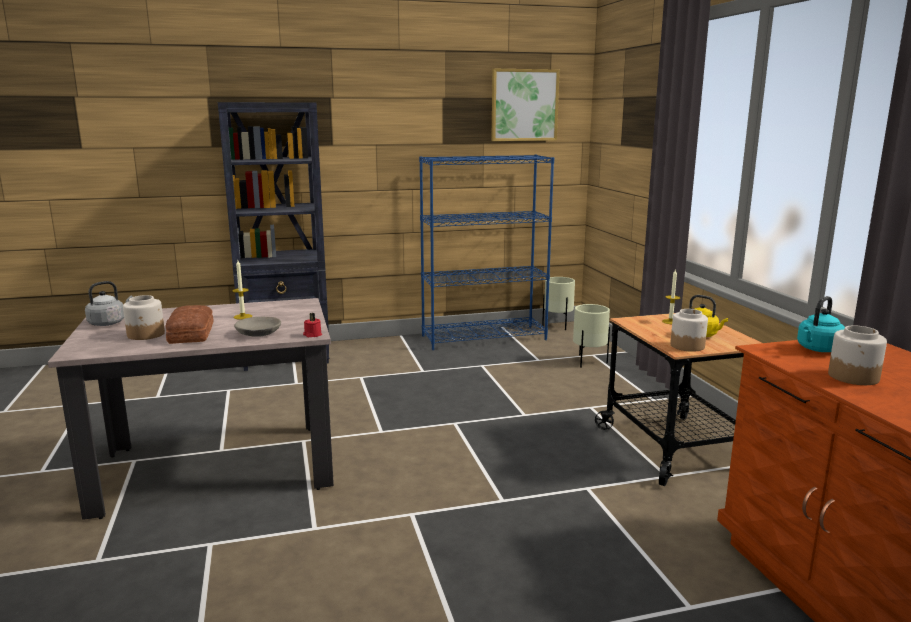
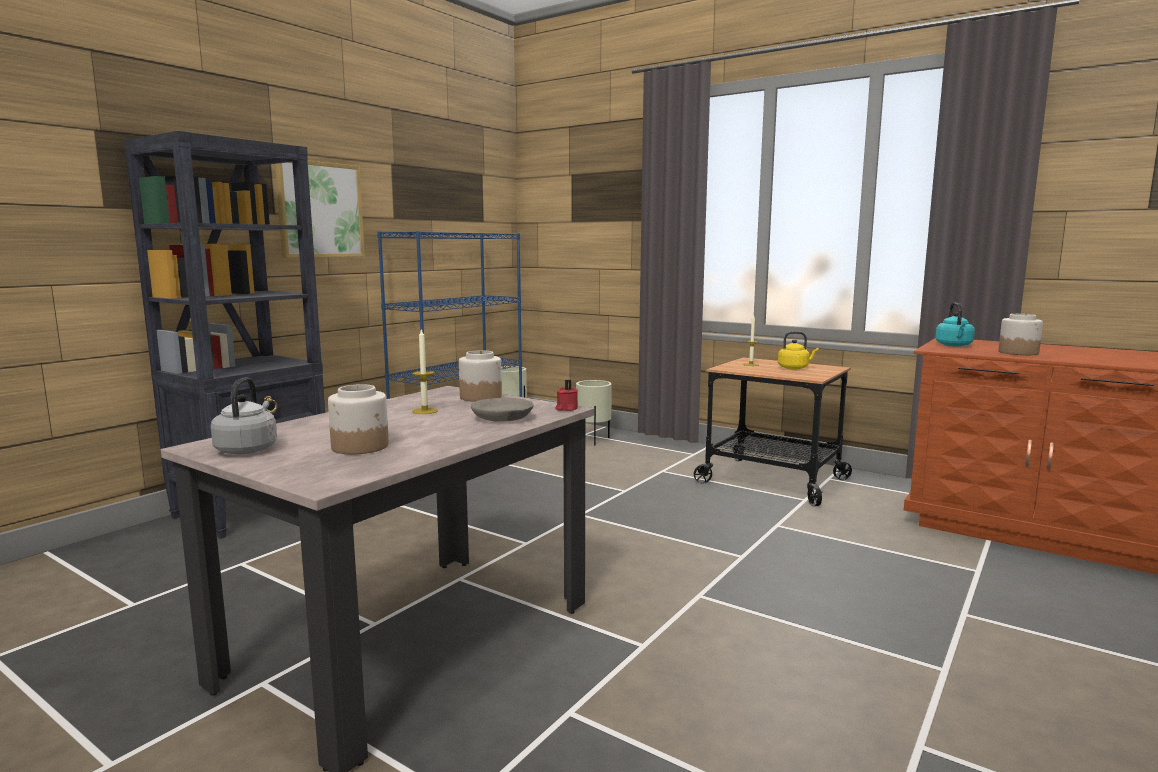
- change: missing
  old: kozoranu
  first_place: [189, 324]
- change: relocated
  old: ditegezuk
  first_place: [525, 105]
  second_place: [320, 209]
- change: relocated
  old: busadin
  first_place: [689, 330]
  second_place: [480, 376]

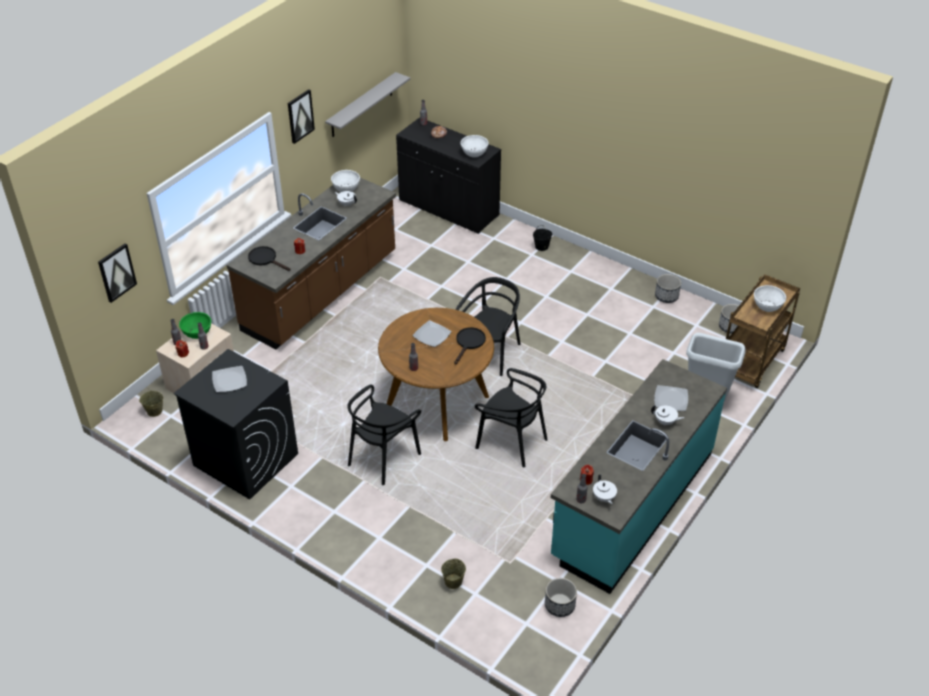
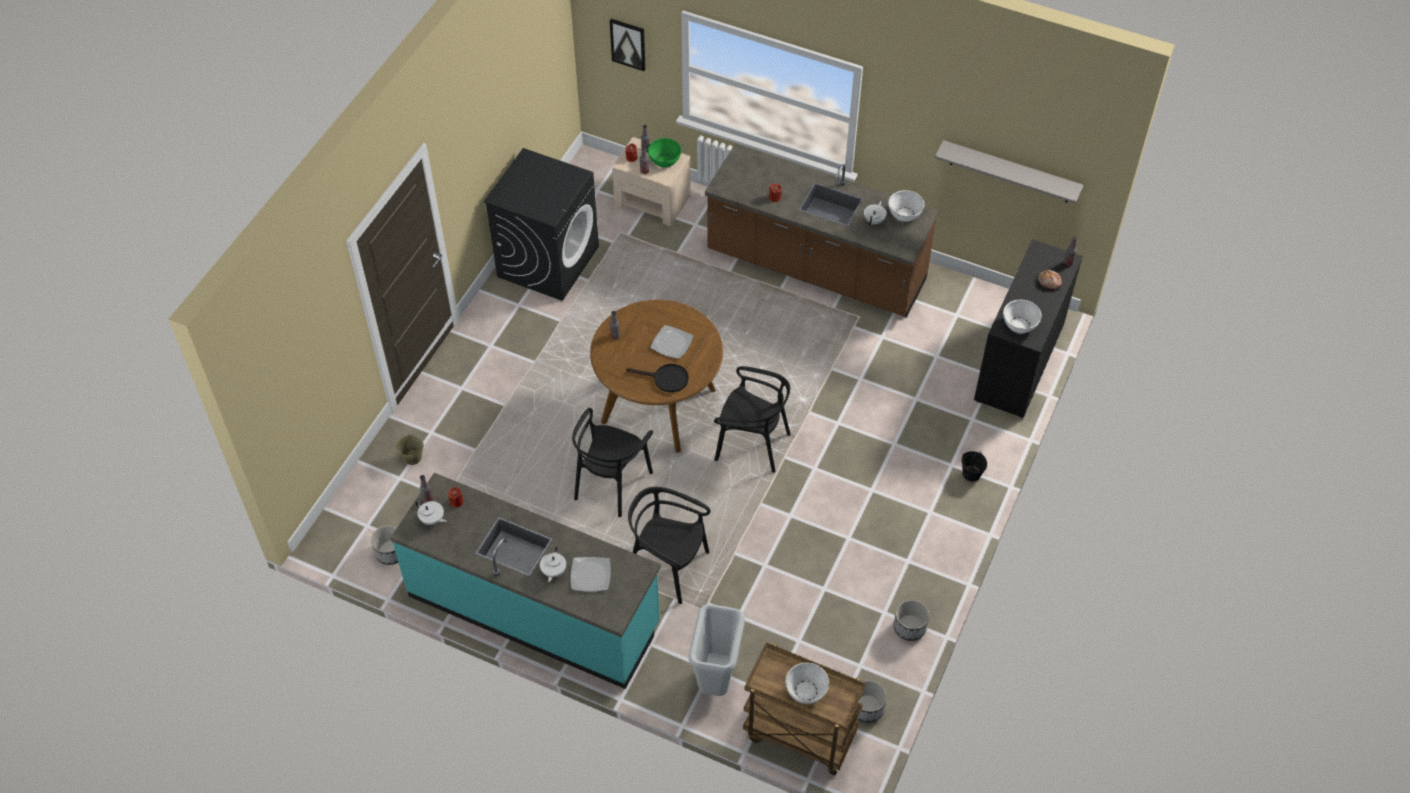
- change: missing
  old: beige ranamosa
  first_place: [151, 402]
- change: missing
  old: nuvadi
  first_place: [229, 379]
- change: missing
  old: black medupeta
  first_place: [269, 258]
- change: missing
  old: ditegezuk
  first_place: [301, 116]
- change: relocated
  old: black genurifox
  first_place: [384, 435]
  second_place: [669, 545]
- change: spun
  old: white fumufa
  first_place: [605, 489]
  second_place: [431, 512]
  degrees: -120

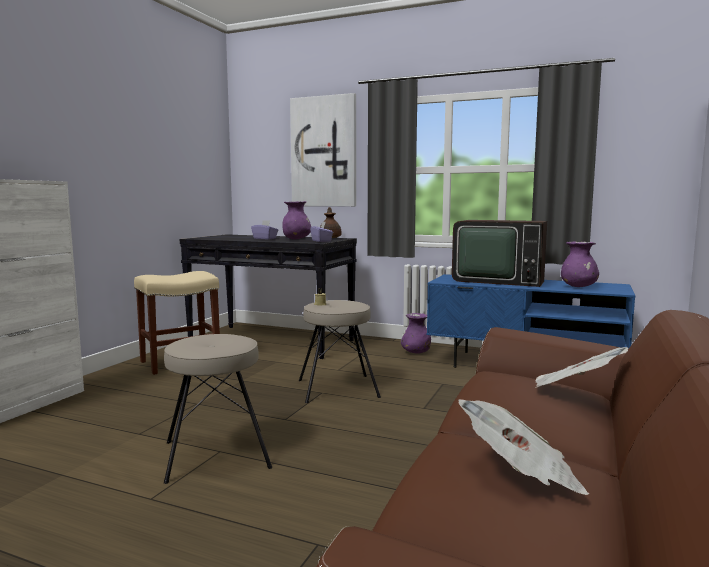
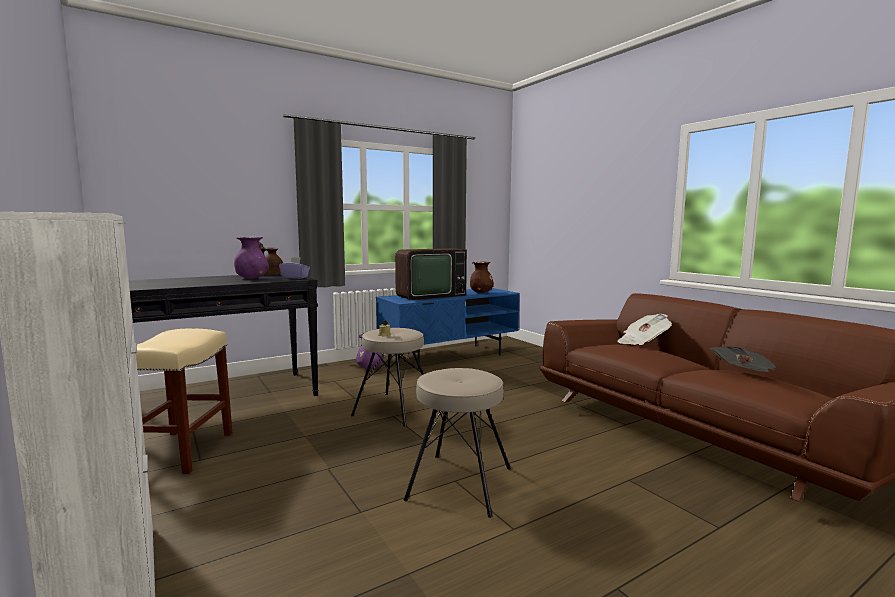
- change: missing
  old: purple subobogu
  first_place: [264, 230]
- change: missing
  old: ditegezuk
  first_place: [323, 149]
- change: colour
  old: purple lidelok
  new: brown lidelok
  first_place: [580, 264]
  second_place: [482, 277]

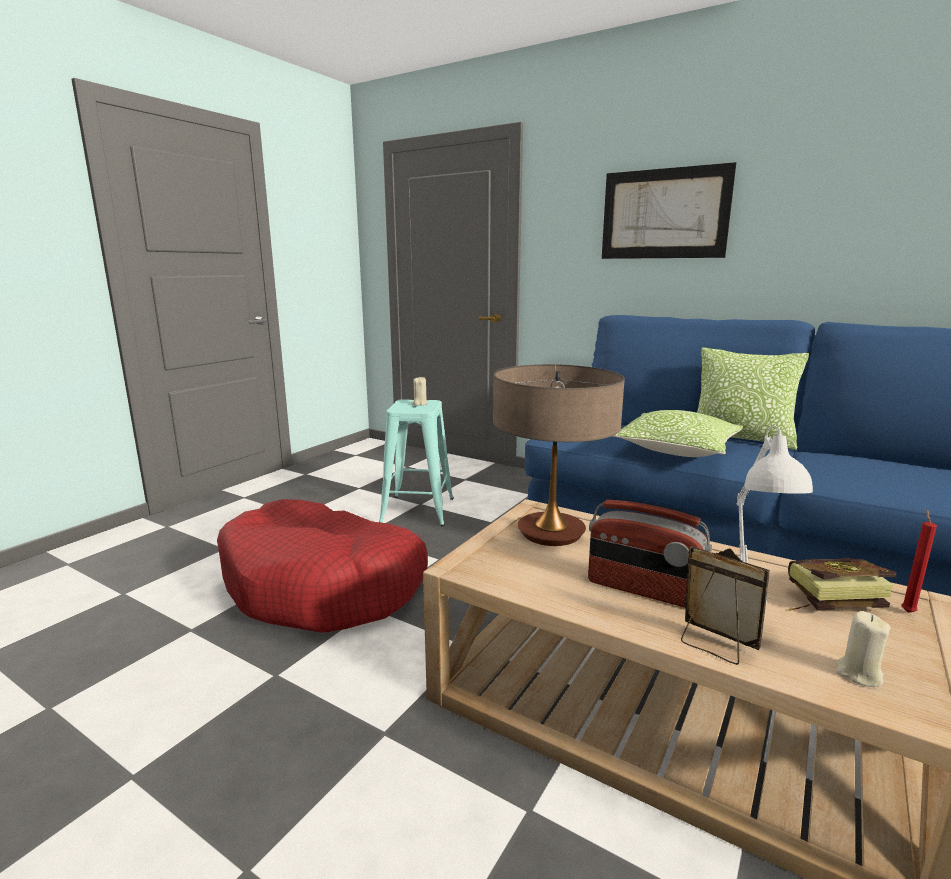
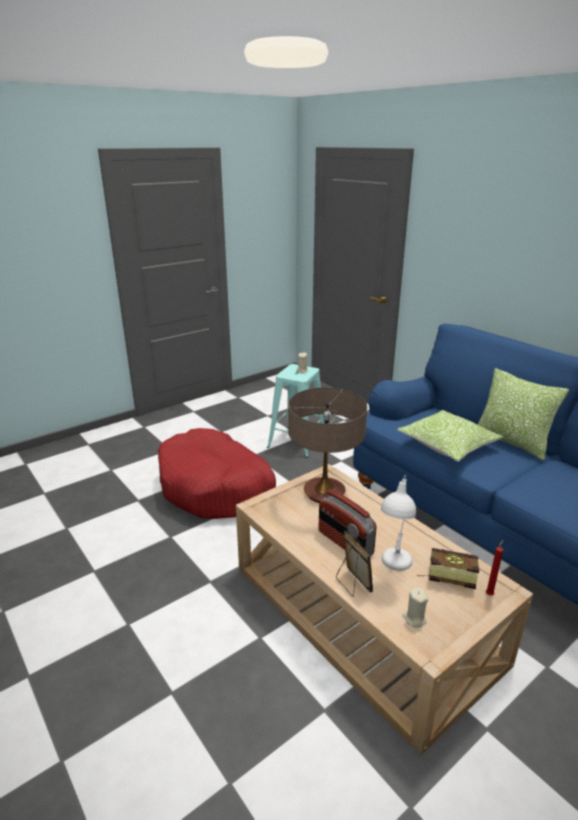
- change: missing
  old: ditegezuk
  first_place: [669, 210]

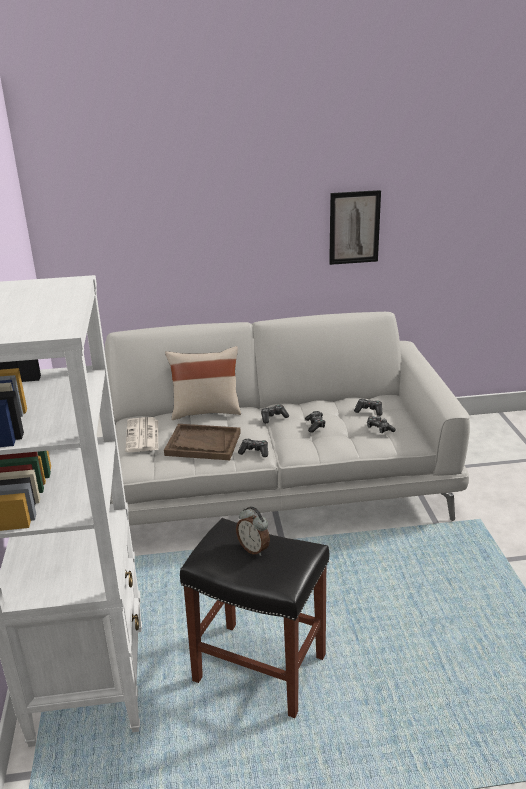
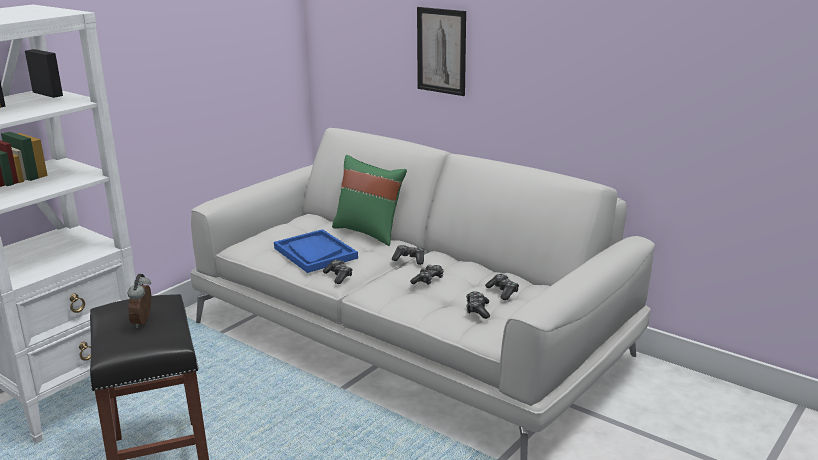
- change: missing
  old: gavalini
  first_place: [141, 434]
- change: relocated
  old: ditegezuk
  first_place: [355, 227]
  second_place: [441, 51]
- change: colour
  old: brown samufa
  new: blue samufa
  first_place: [202, 442]
  second_place: [316, 251]
- change: colour
  old: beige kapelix
  new: green kapelix
  first_place: [203, 383]
  second_place: [369, 200]

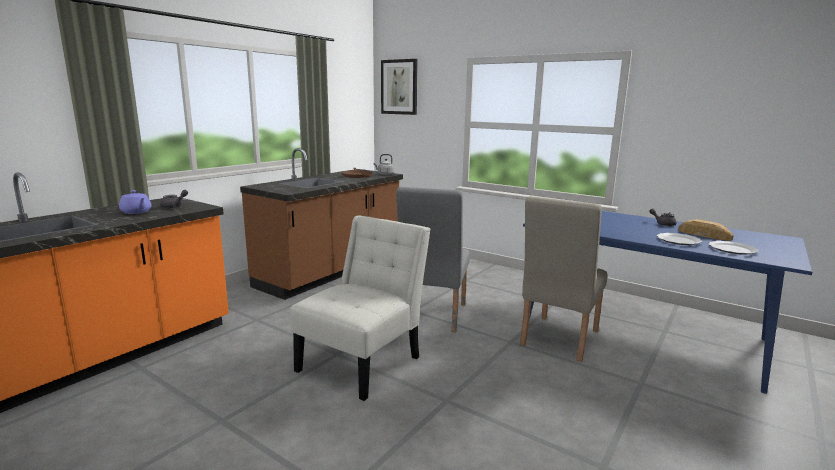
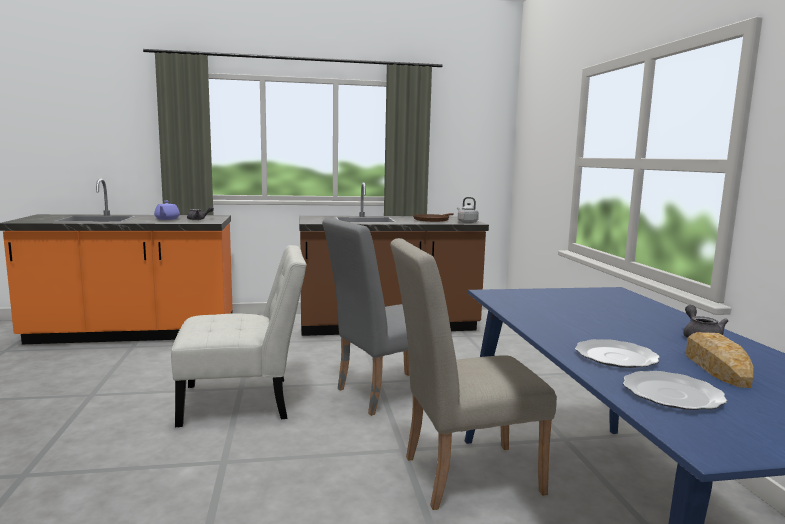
- change: missing
  old: ditegezuk
  first_place: [399, 87]

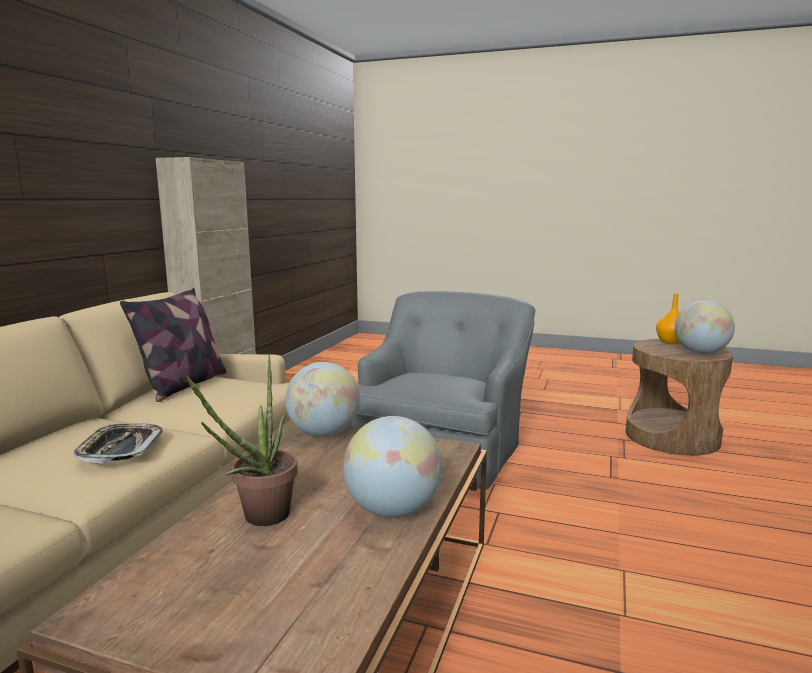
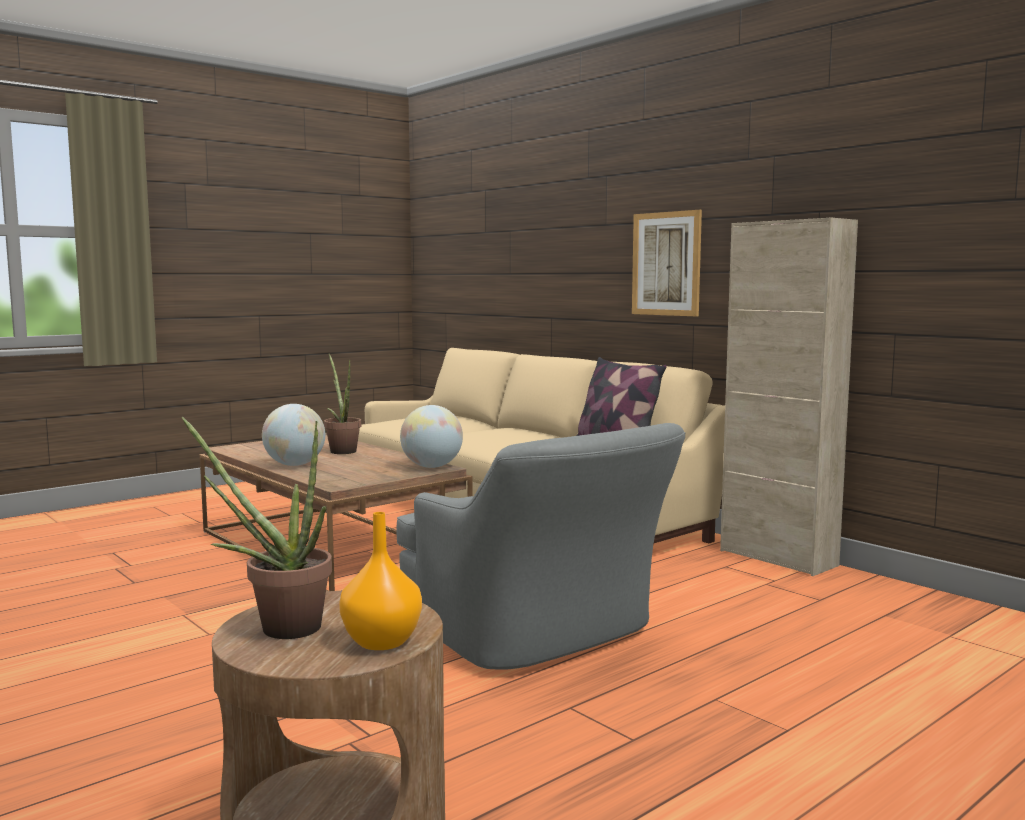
- change: missing
  old: samufa
  first_place: [118, 443]
- change: appeared
  new: ditegezuk
  second_place: [667, 263]
- change: exchanged
  old: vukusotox
  new: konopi
  first_place: [705, 327]
  second_place: [257, 528]

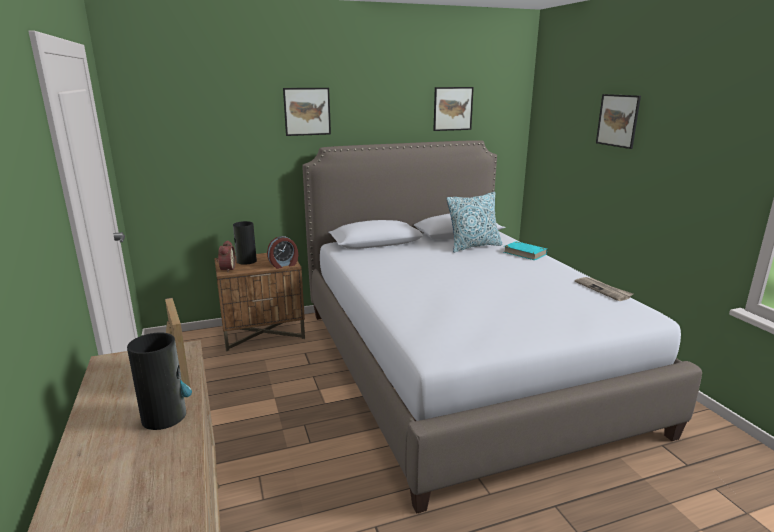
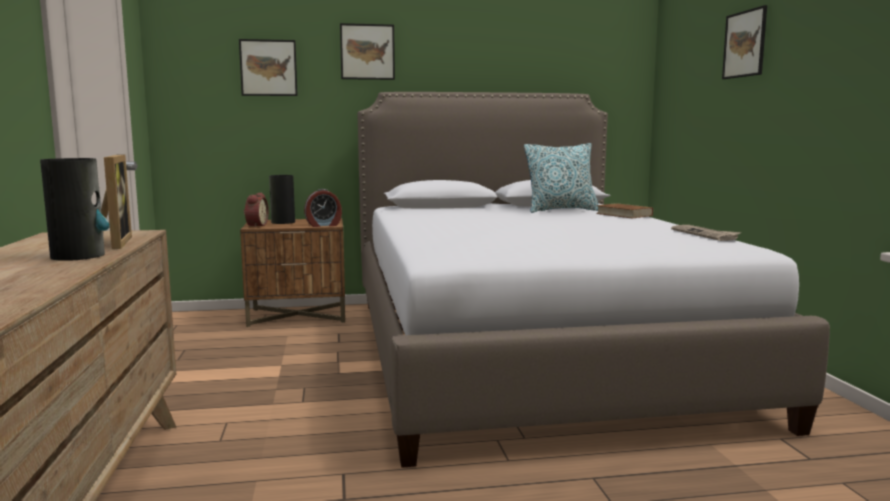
- change: relocated
  old: ditegezuk
  first_place: [453, 109]
  second_place: [268, 67]
- change: colour
  old: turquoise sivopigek
  new: brown sivopigek
  first_place: [525, 250]
  second_place: [624, 210]

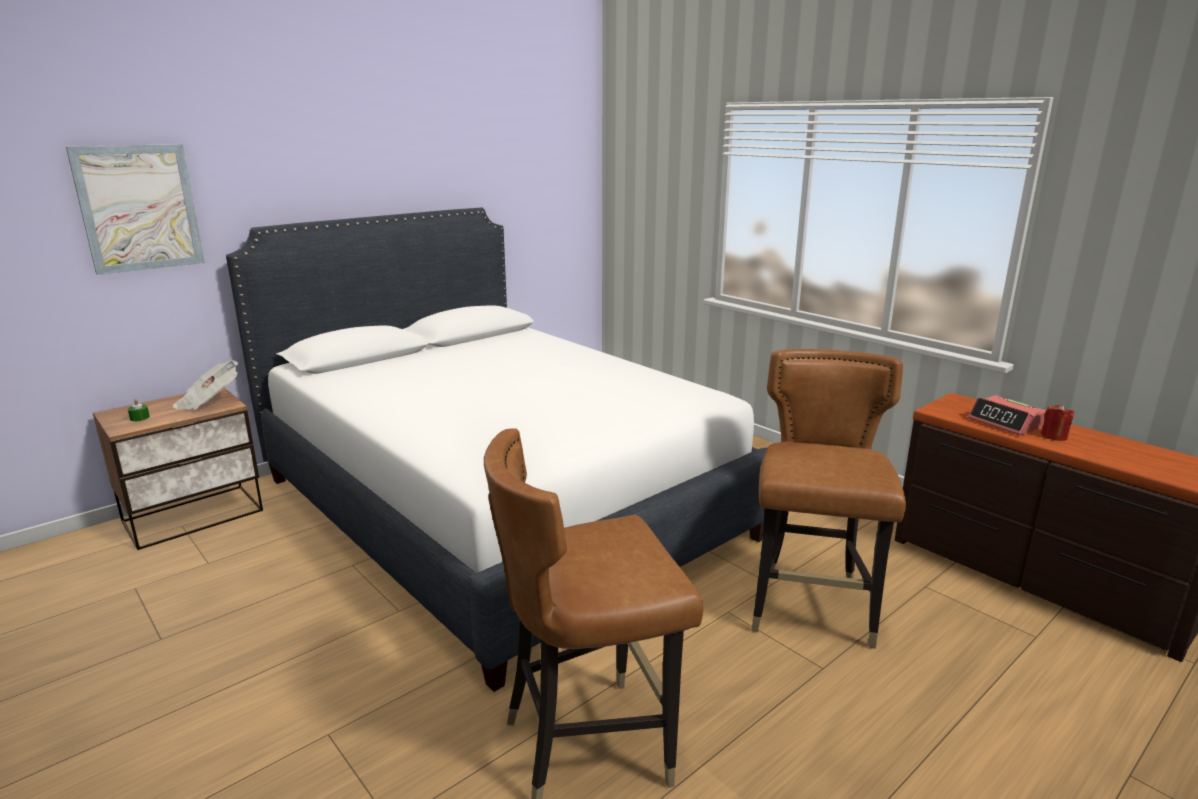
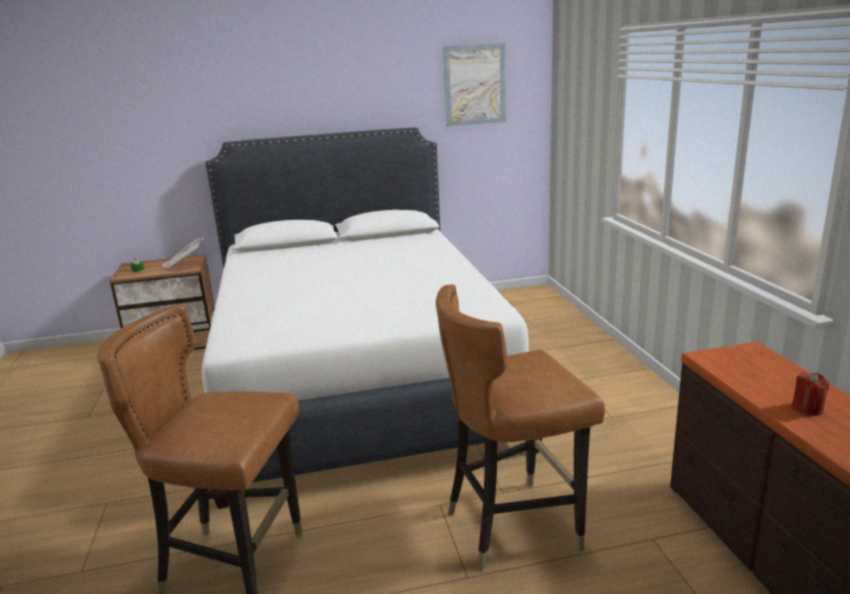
- change: missing
  old: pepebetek
  first_place: [1007, 415]
- change: relocated
  old: ditegezuk
  first_place: [135, 209]
  second_place: [474, 84]
- change: spun
  old: brown genurifox
  first_place: [829, 499]
  second_place: [520, 427]
  degrees: -150

